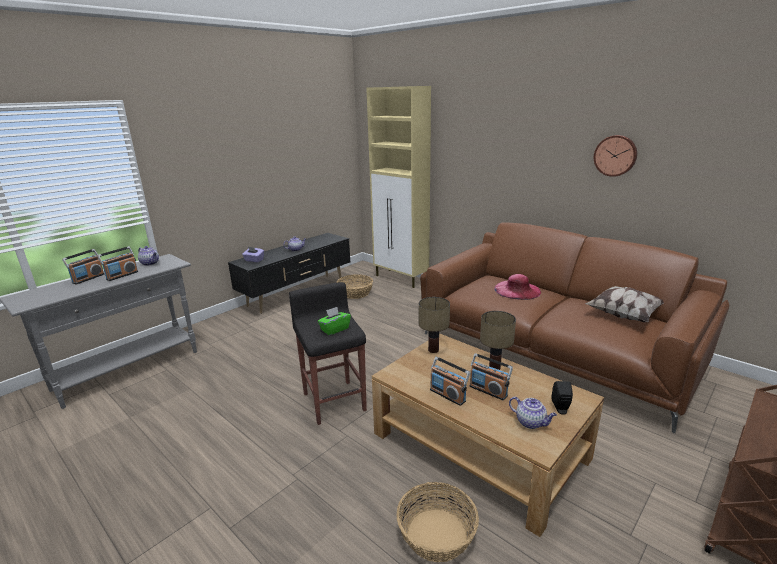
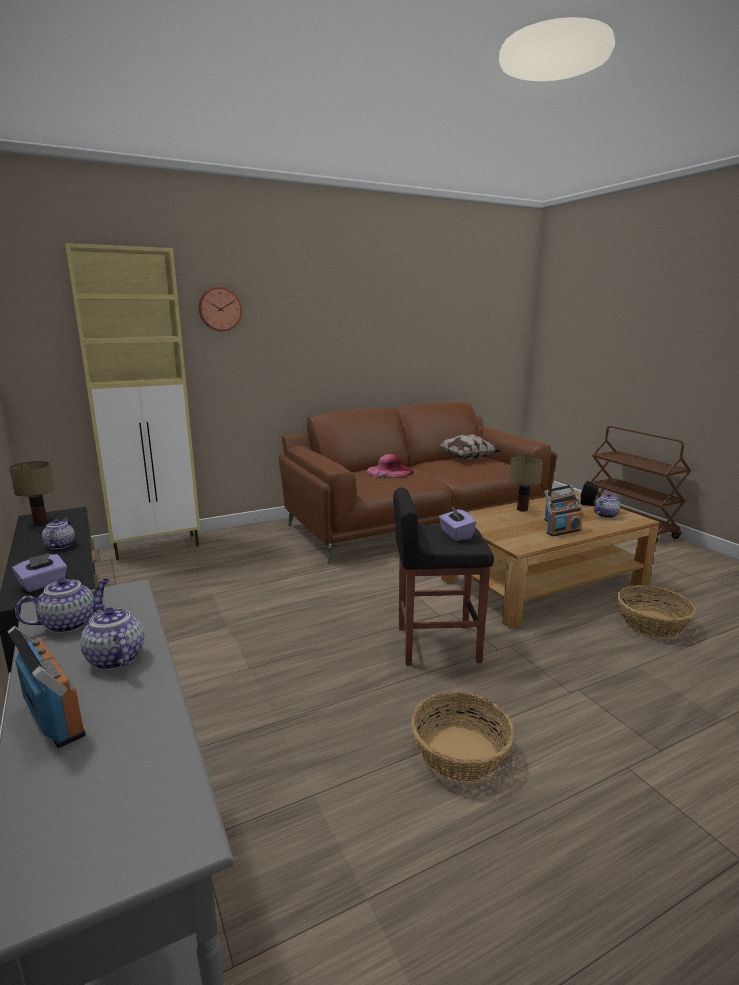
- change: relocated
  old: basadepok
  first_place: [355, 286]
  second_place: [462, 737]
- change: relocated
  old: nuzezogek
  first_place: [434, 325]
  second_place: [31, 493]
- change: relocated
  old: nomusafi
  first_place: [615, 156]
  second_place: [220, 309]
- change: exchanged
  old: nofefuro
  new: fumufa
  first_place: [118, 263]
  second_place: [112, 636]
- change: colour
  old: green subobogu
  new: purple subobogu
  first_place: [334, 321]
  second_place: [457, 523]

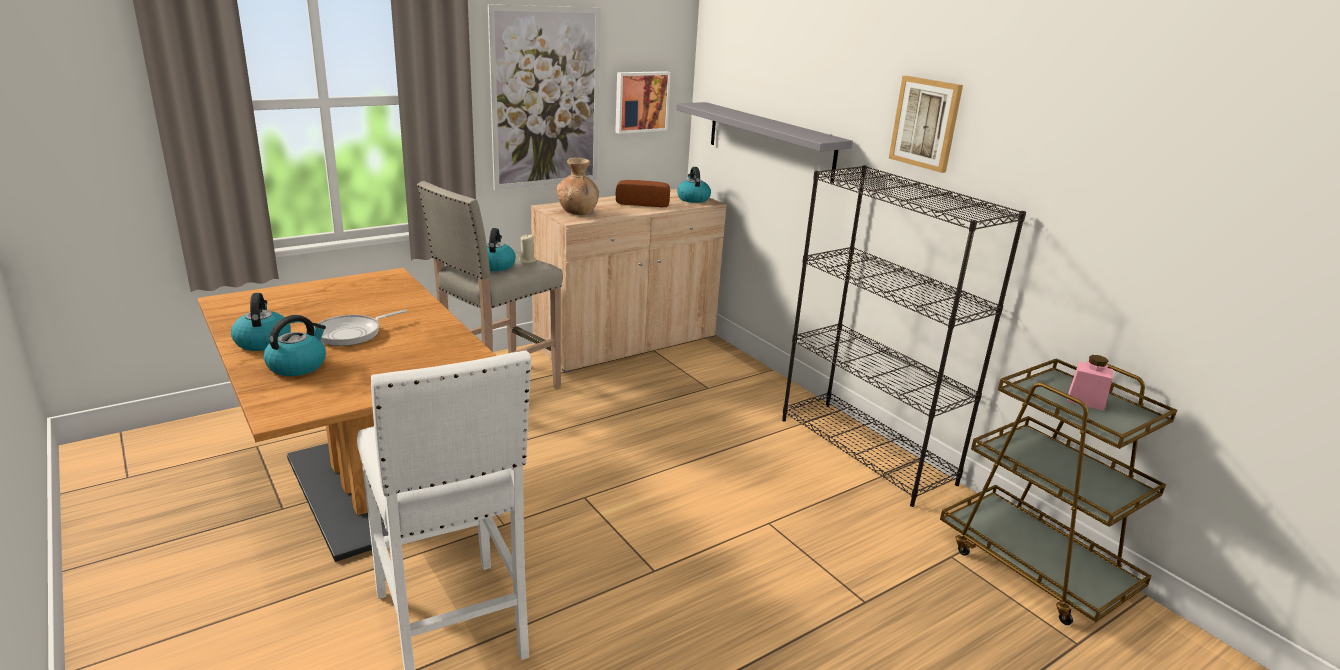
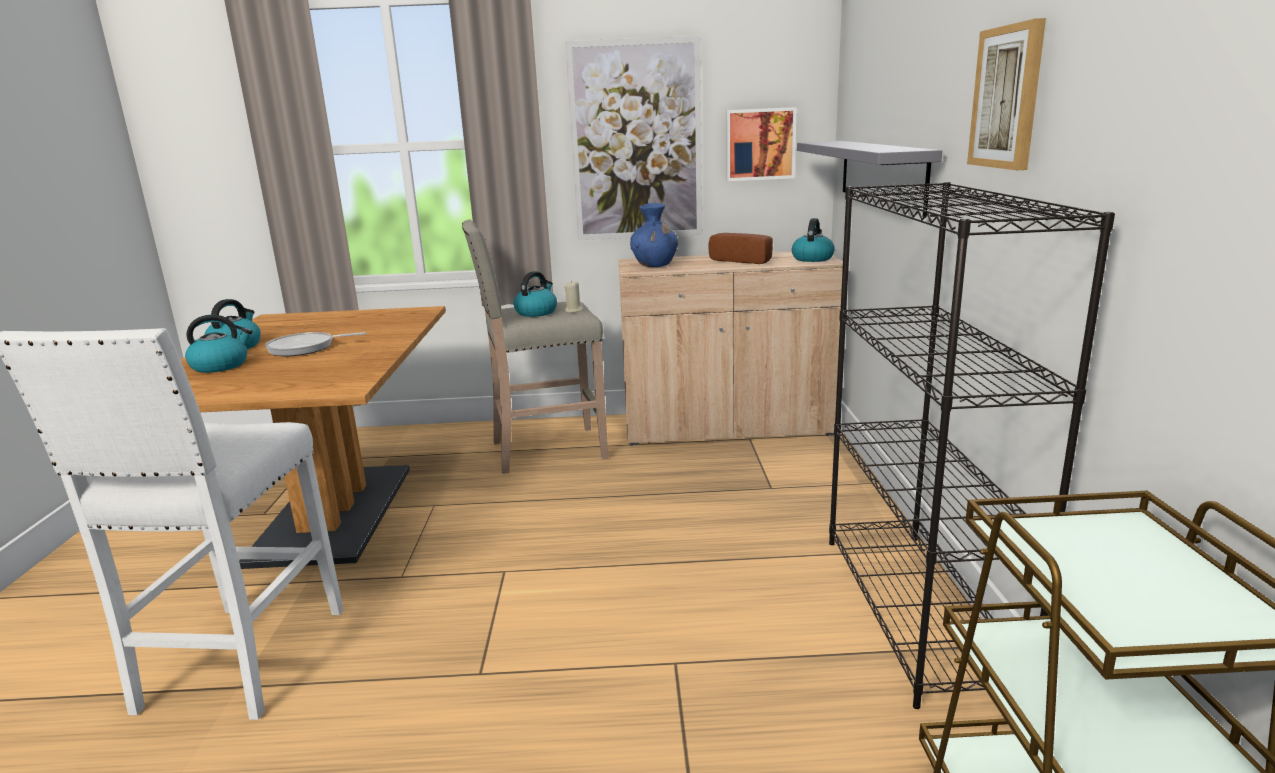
- change: missing
  old: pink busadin
  first_place: [1090, 383]
- change: colour
  old: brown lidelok
  new: blue lidelok
  first_place: [578, 186]
  second_place: [654, 235]

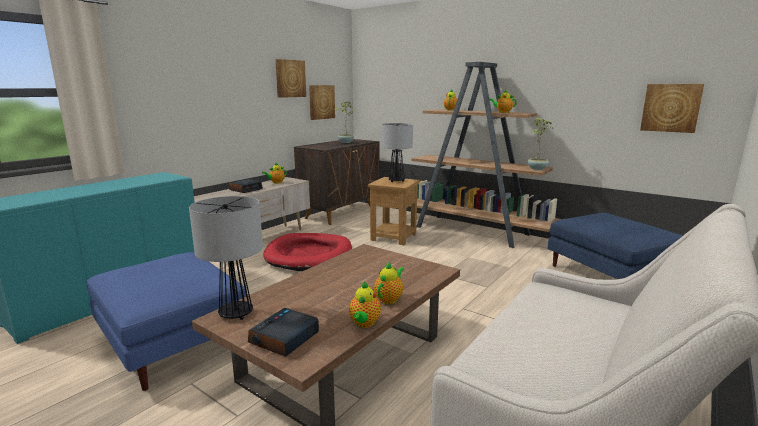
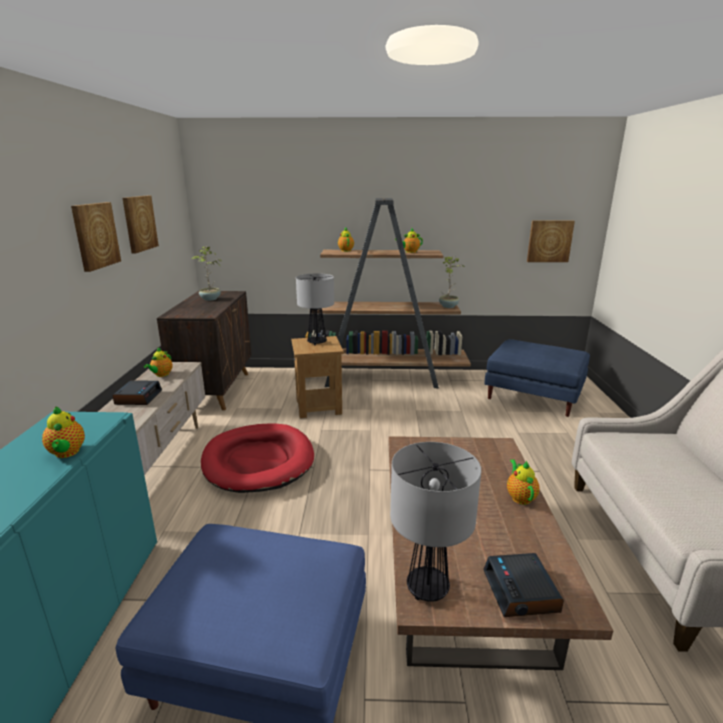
- change: relocated
  old: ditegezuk
  first_place: [322, 102]
  second_place: [96, 237]
- change: relocated
  old: fumufa
  first_place: [365, 305]
  second_place: [63, 432]

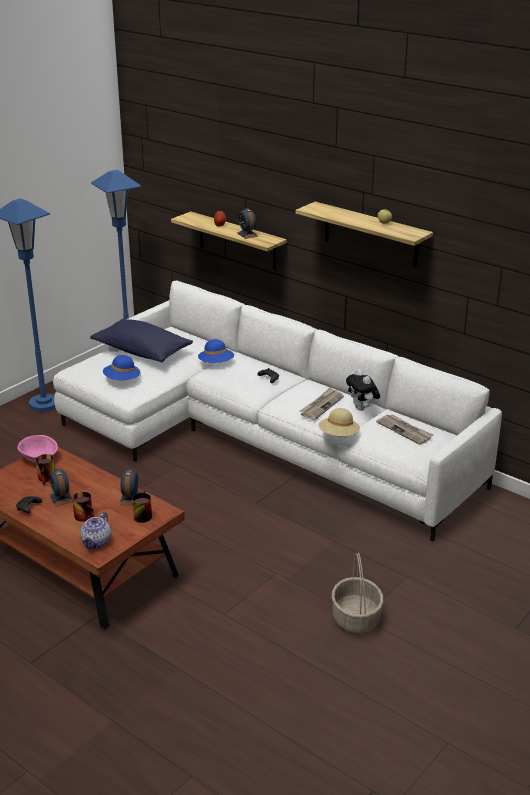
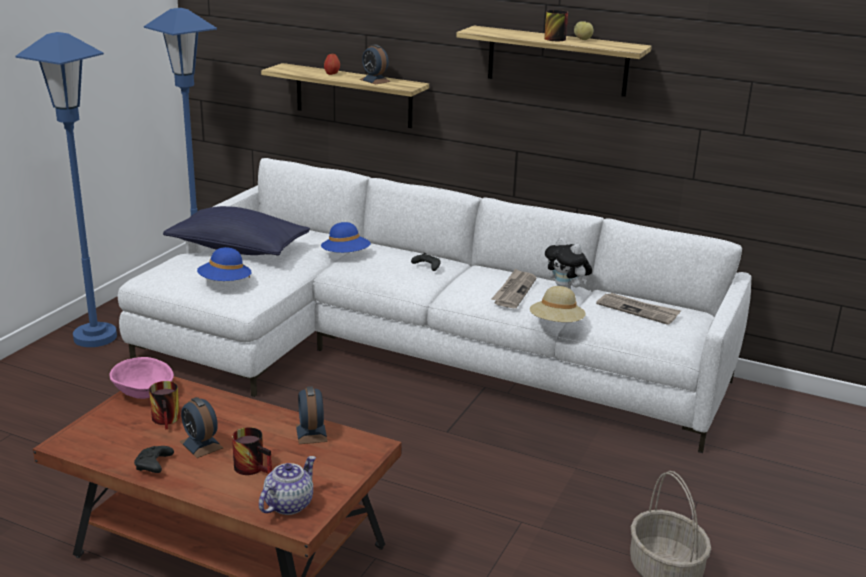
- change: relocated
  old: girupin
  first_place: [142, 507]
  second_place: [556, 25]
- change: spun
  old: fumufa
  first_place: [95, 530]
  second_place: [287, 485]
  degrees: -150

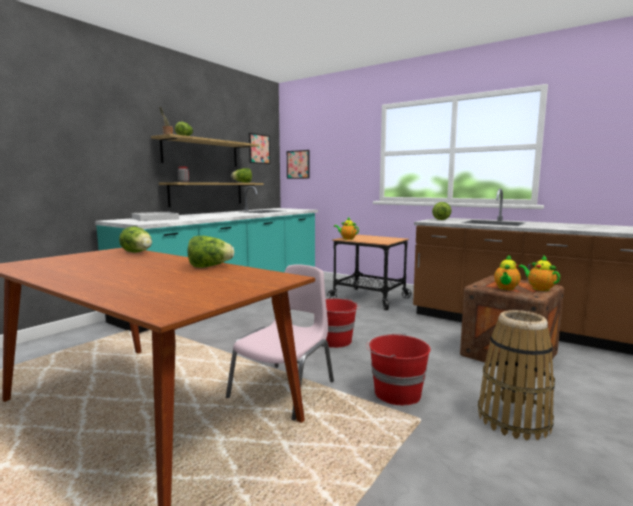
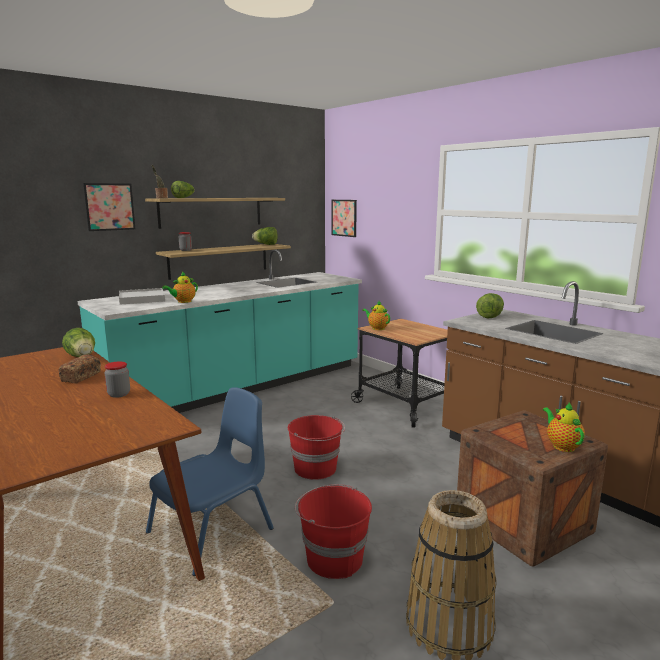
- change: appeared
  new: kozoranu
  second_place: [80, 369]
- change: relocated
  old: ditegezuk
  first_place: [259, 148]
  second_place: [109, 207]
- change: relocated
  old: fumufa
  first_place: [507, 272]
  second_place: [180, 287]
- change: exchanged
  old: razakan
  new: busadin
  first_place: [211, 252]
  second_place: [117, 380]
- change: colour
  old: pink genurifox
  new: blue genurifox
  first_place: [280, 342]
  second_place: [210, 481]

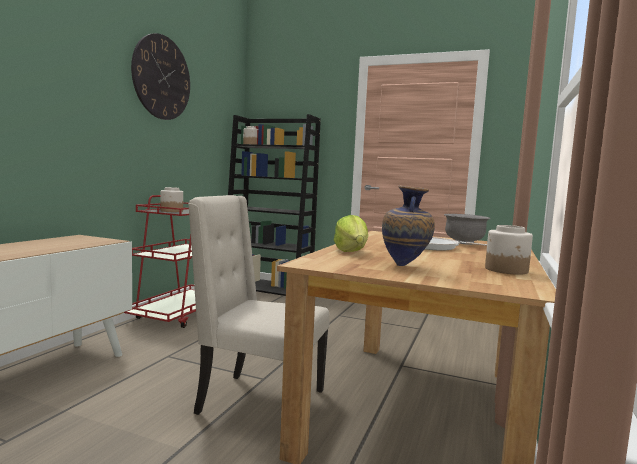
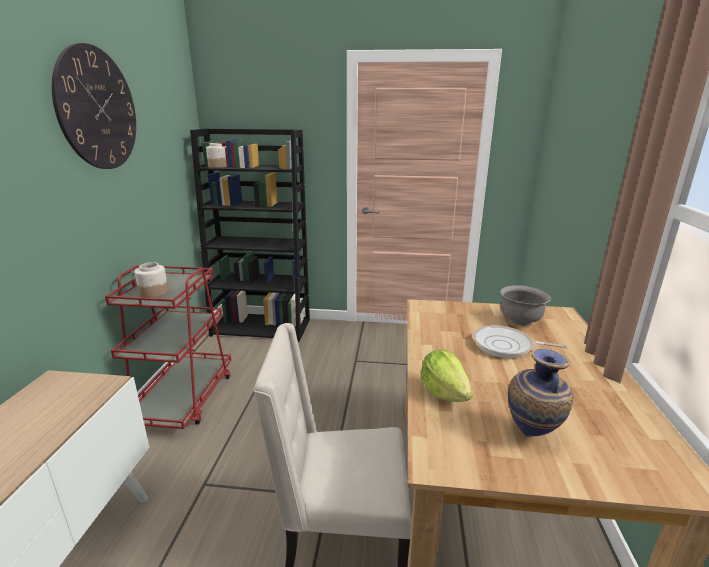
- change: missing
  old: busadin
  first_place: [509, 250]

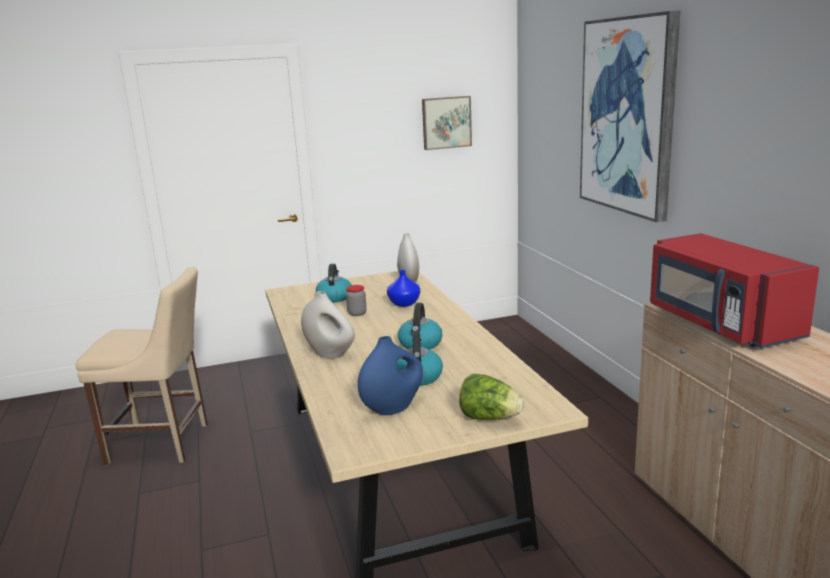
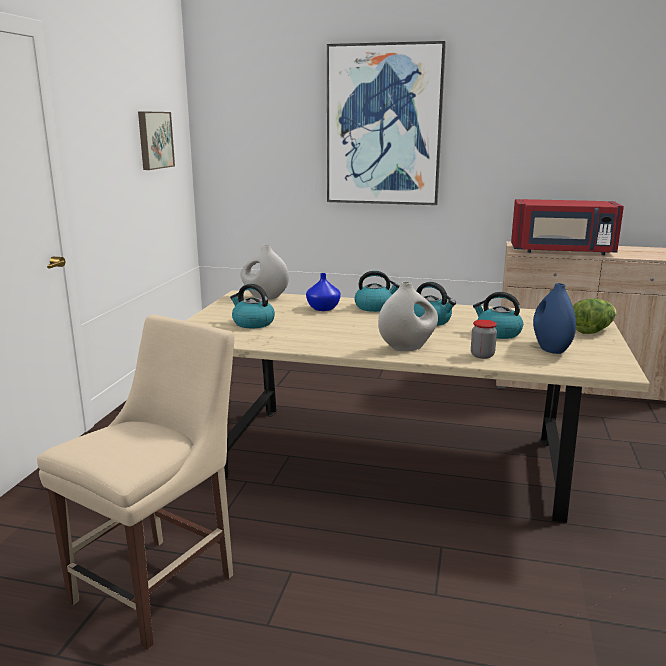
- change: appeared
  new: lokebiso
  second_place: [377, 291]
- change: relocated
  old: busadin
  first_place: [356, 300]
  second_place: [484, 339]

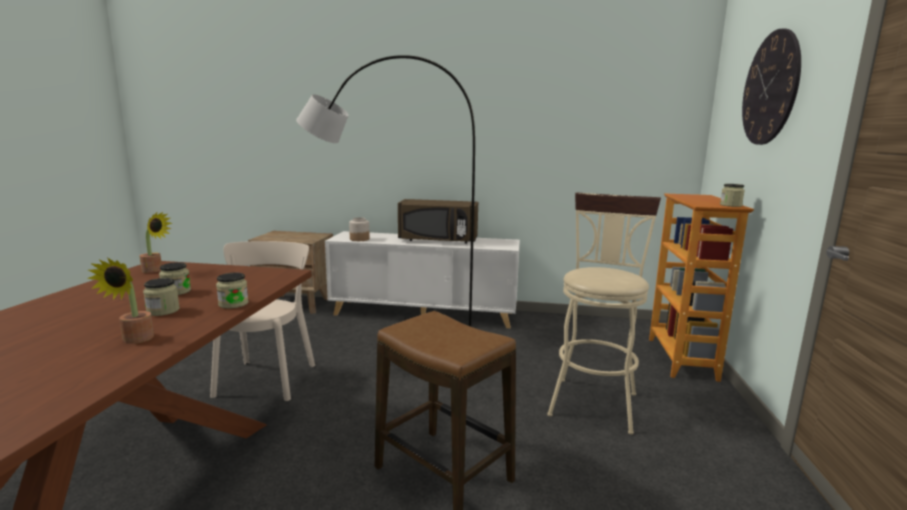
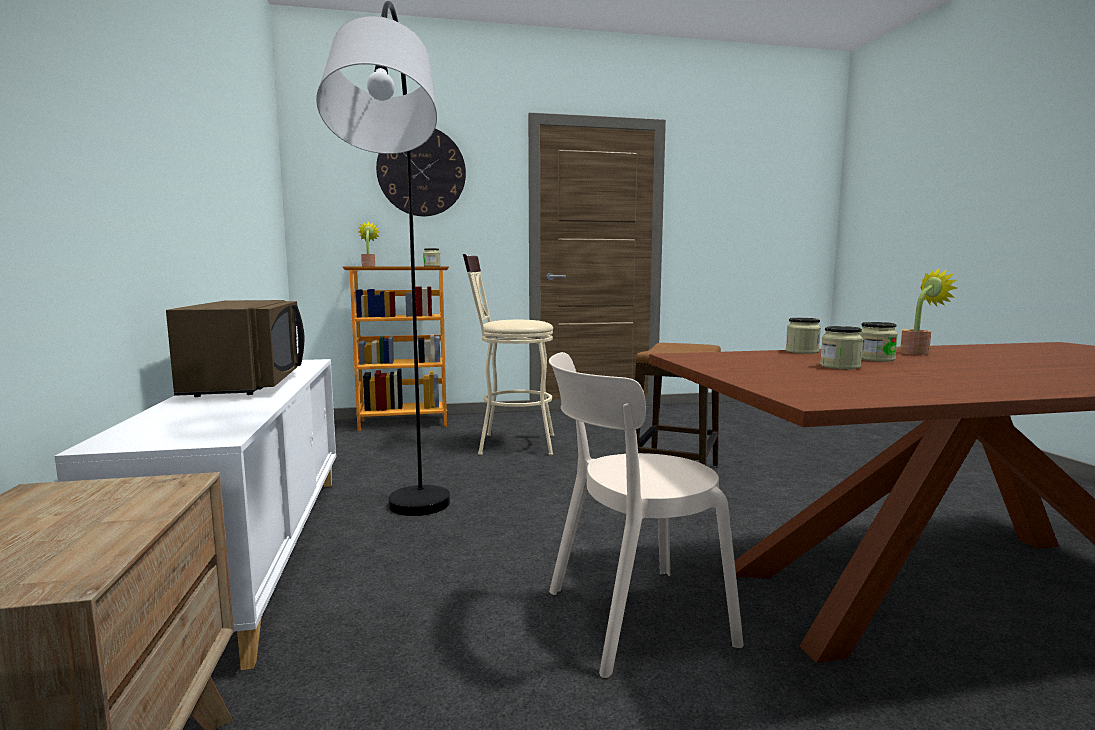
- change: missing
  old: busadin
  first_place: [359, 229]
- change: relocated
  old: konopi
  first_place: [155, 242]
  second_place: [368, 244]

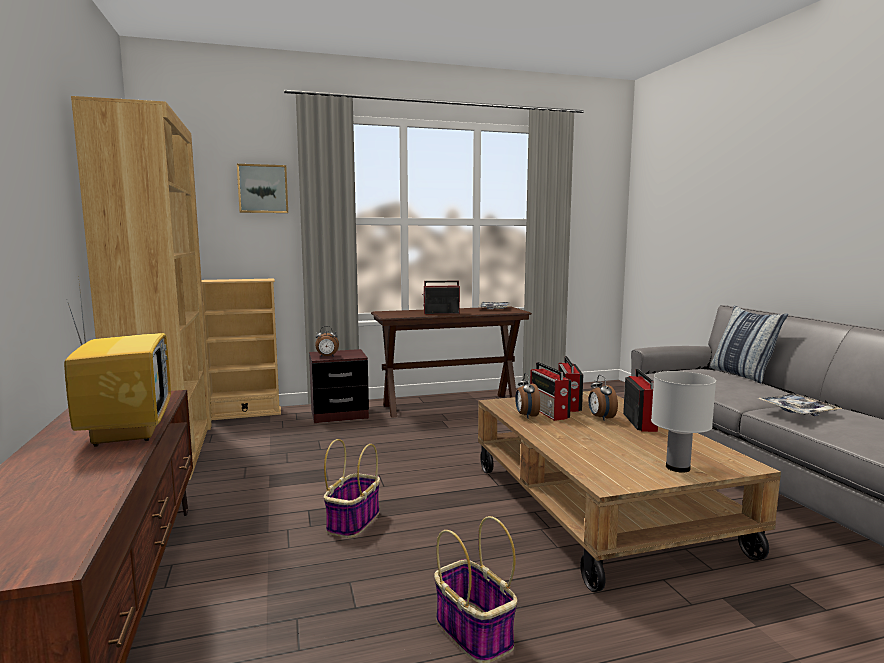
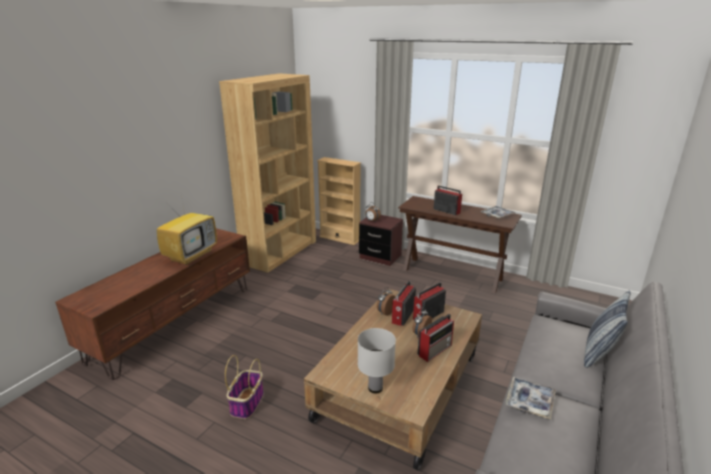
- change: missing
  old: ditegezuk
  first_place: [262, 188]
- change: missing
  old: basadepok
  first_place: [352, 488]

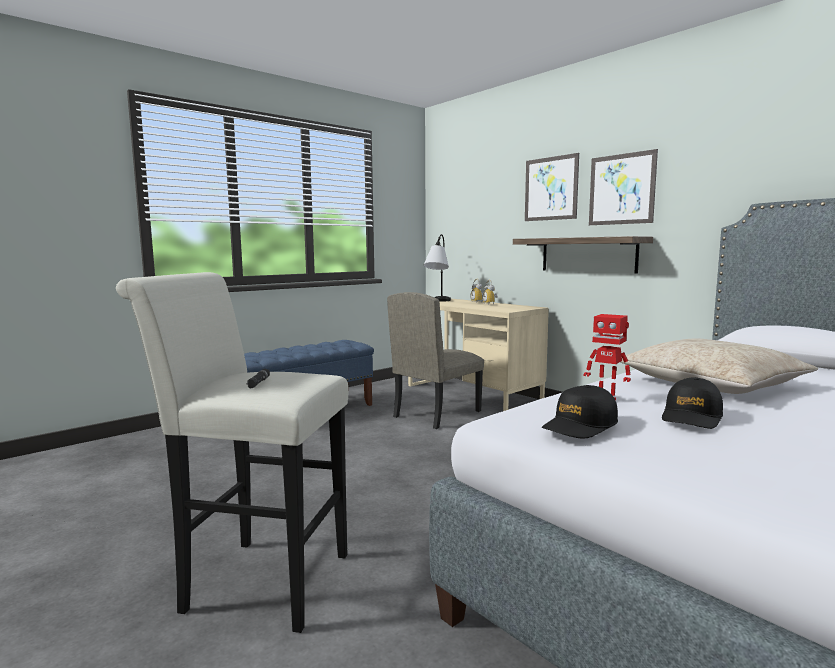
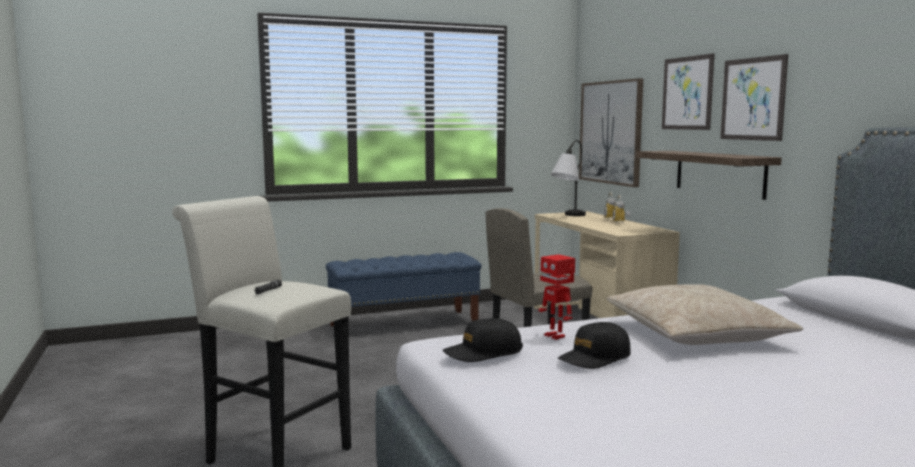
- change: appeared
  new: ditegezuk
  second_place: [611, 132]

